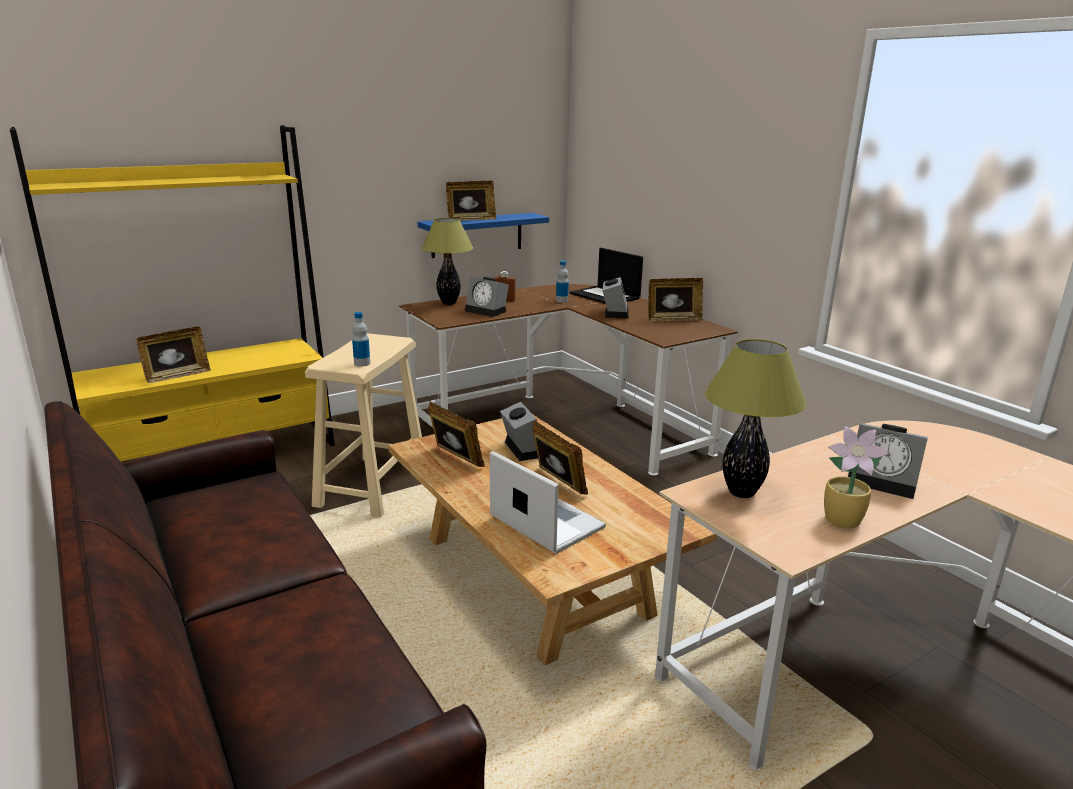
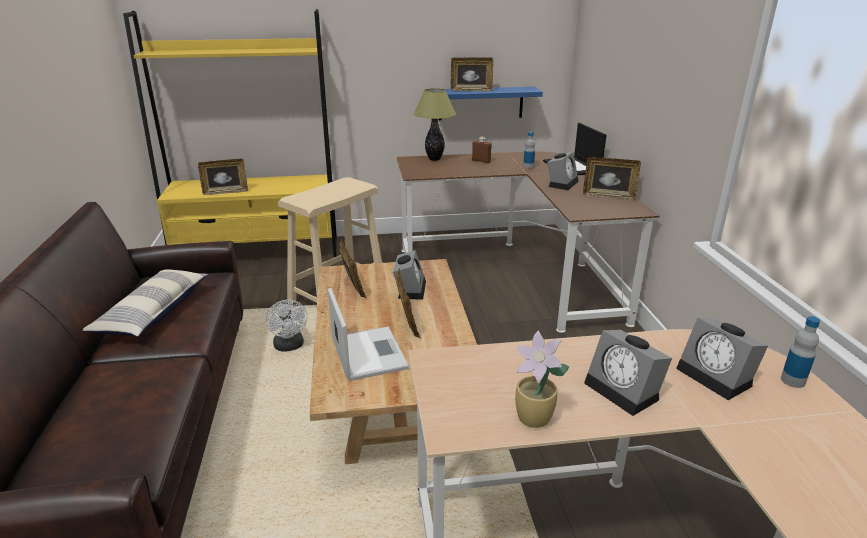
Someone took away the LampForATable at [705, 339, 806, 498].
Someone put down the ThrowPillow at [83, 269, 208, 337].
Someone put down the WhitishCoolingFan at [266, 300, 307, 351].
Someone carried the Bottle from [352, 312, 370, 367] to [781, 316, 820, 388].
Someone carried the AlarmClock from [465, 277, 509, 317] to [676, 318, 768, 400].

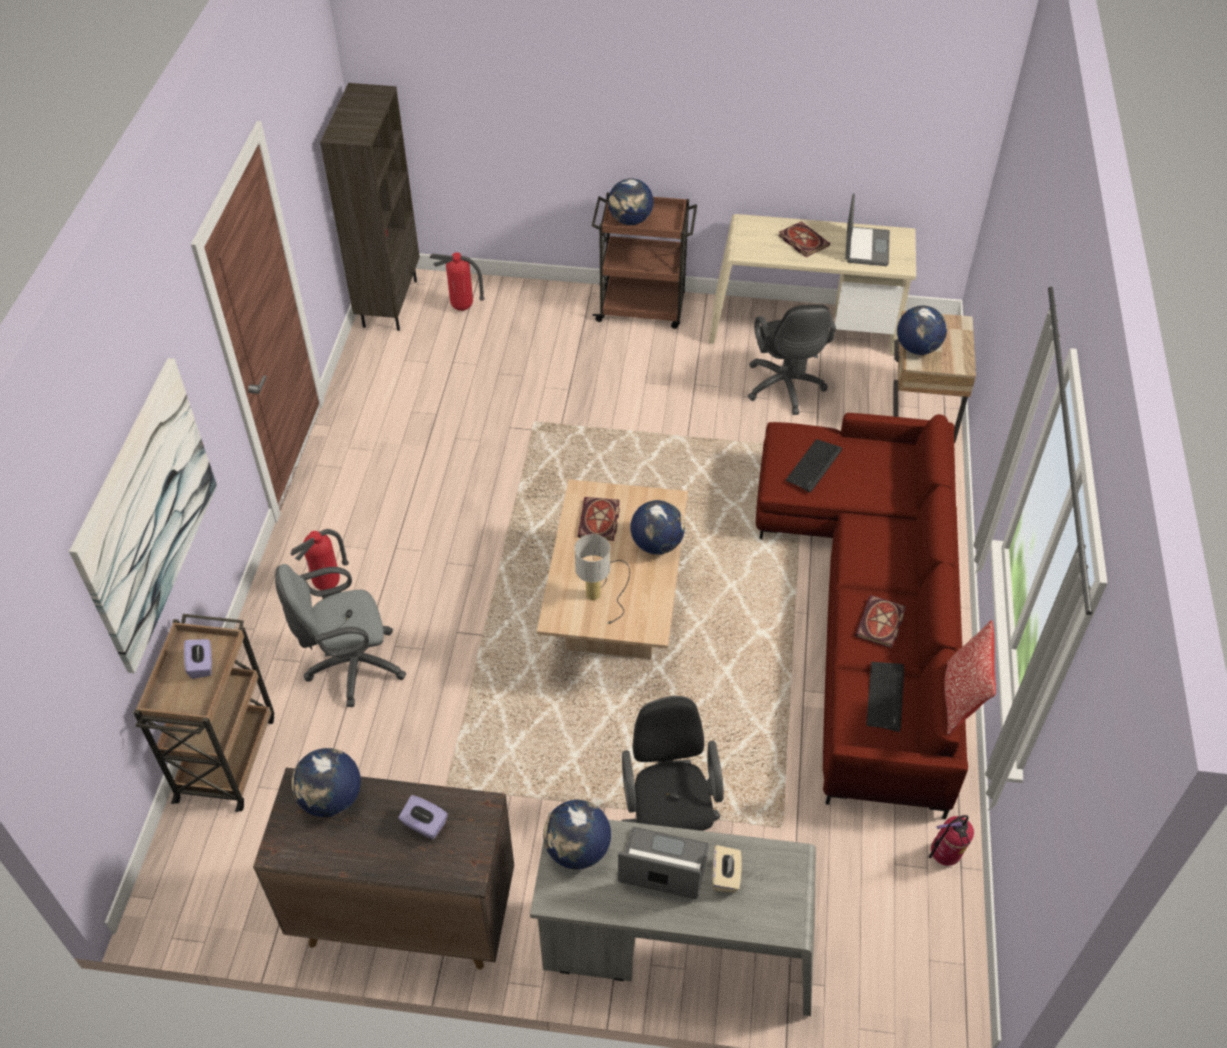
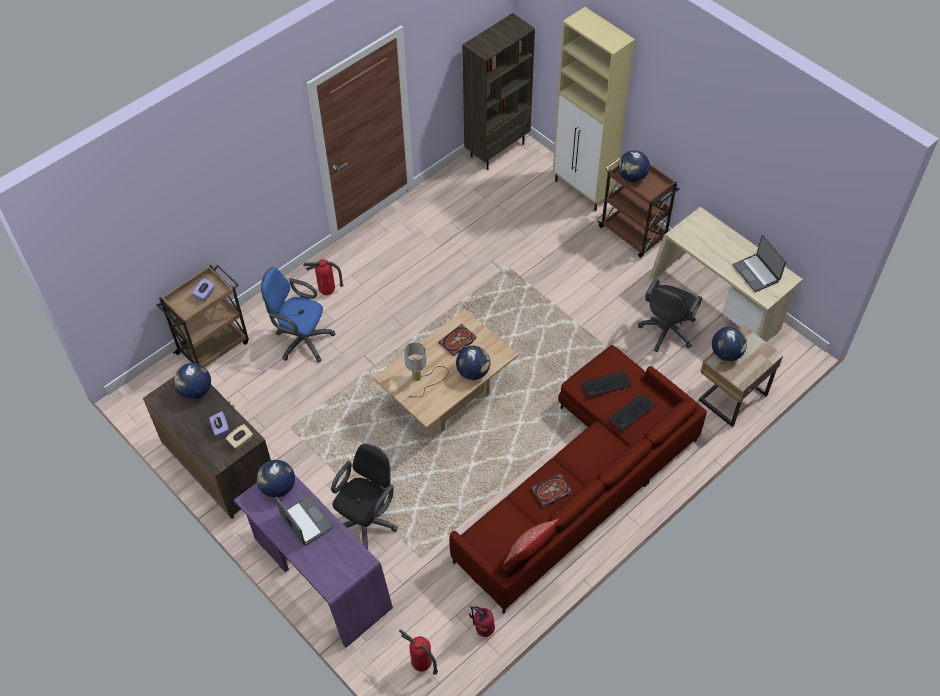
Someone took away the WallPicture at [69, 358, 217, 674].
Someone took away the BoundBook at [778, 221, 830, 257].
Someone put down the BeigeCupboard at [553, 7, 635, 211].
Someone carried the FireExtinguisher from [430, 252, 485, 311] to [399, 630, 438, 675].
Someone carried the BeigeTissueHolder from [712, 845, 742, 893] to [226, 424, 253, 450].
Someone carried the PcKeyboard from [866, 662, 904, 732] to [608, 393, 656, 432].
Someone repainted the GrayComputerChair at [275, 564, 406, 707], which became the BlueComputerChair at [261, 268, 336, 363].
Someone repainted the GrayDesk at [530, 812, 816, 1016], which became the PurpleDesk at [234, 475, 393, 648].
Someone rotated the NotebookComputer at [845, 193, 890, 266] by 105 degrees clockwise.

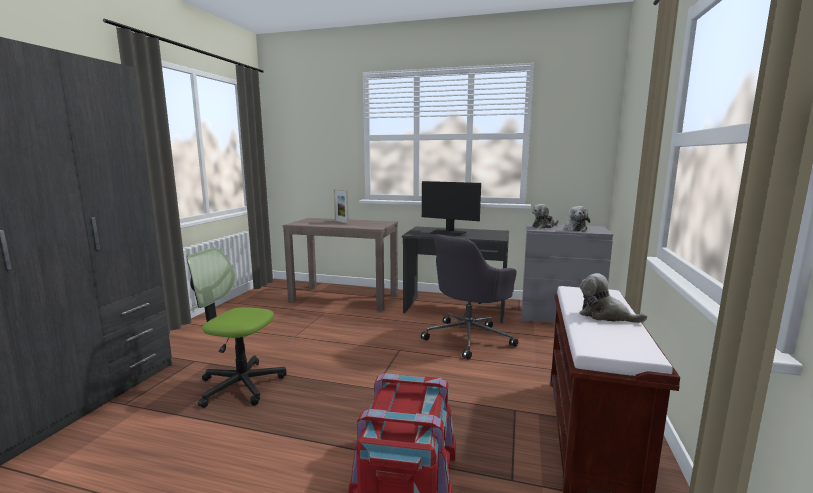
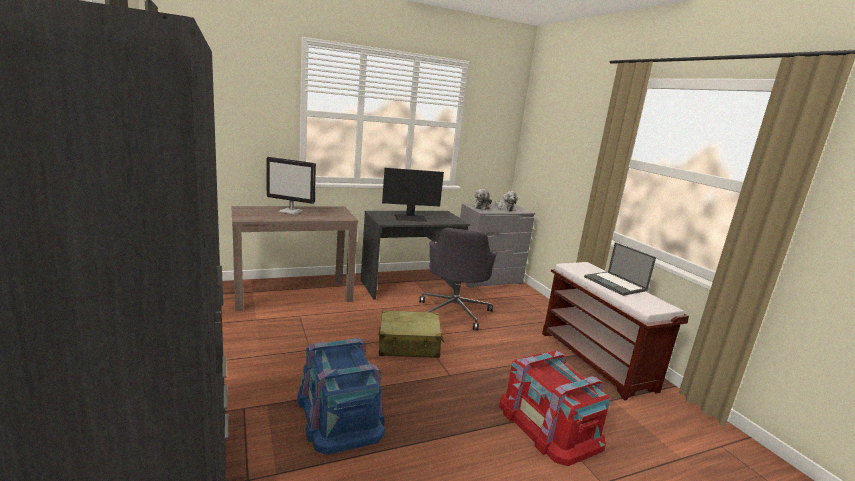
Someone put down the BeigePieceOfLuggage at [379, 310, 444, 358].
Someone swapped the ComputerChair at [187, 247, 287, 408] for the BlueStorageBin at [298, 338, 385, 455].
Someone swapped the StandingFrame at [334, 189, 349, 224] for the ComputerDisplay at [266, 157, 316, 215].
Someone swapped the PlushToy at [580, 273, 647, 323] for the NotebookComputer at [584, 242, 656, 296].

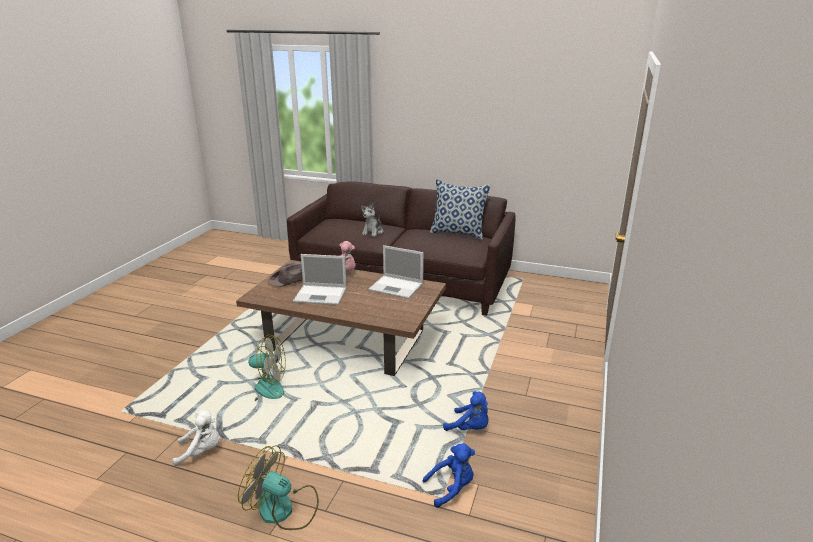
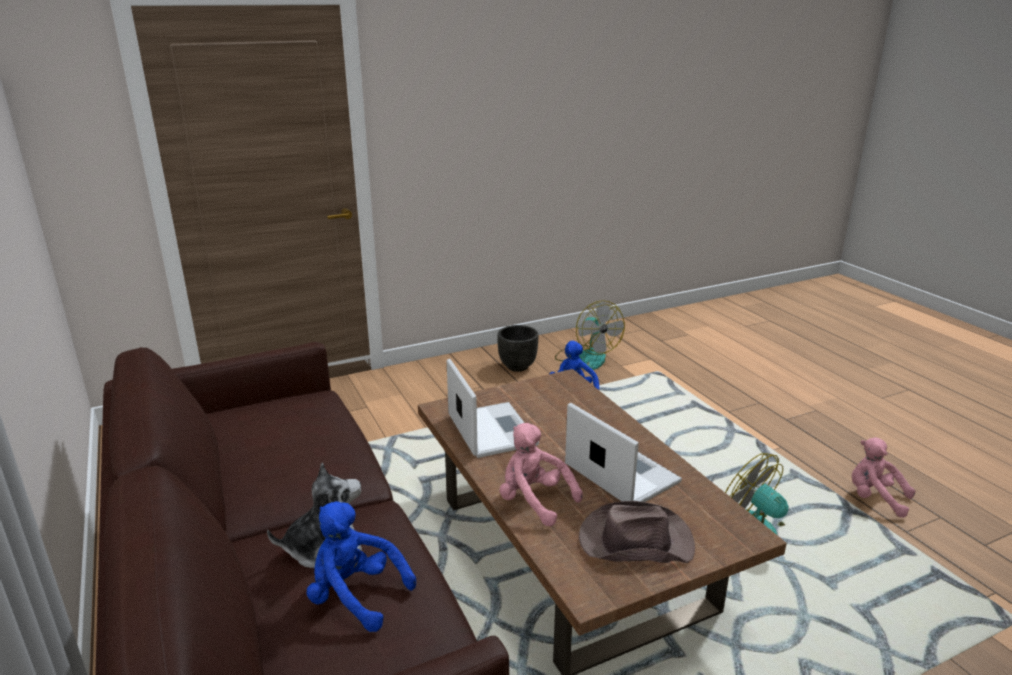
Someone took away the ThrowPillow at [430, 179, 491, 240].
Someone put down the BlackPlantPot at [497, 325, 538, 372].
Someone carried the CoolingFan from [238, 445, 319, 530] to [555, 300, 625, 370].
Someone carried the BluePlushToy from [423, 443, 475, 508] to [306, 501, 416, 632].
Someone repainted the WhitishPlushToy at [172, 410, 220, 466], which became the PinkishPlushToy at [852, 437, 915, 518].

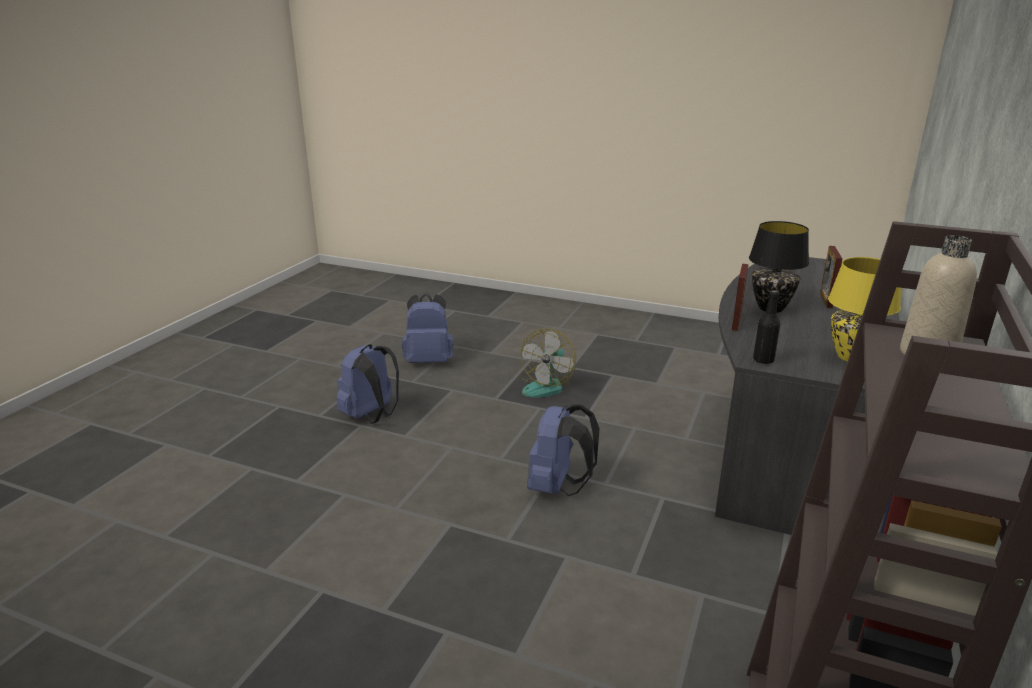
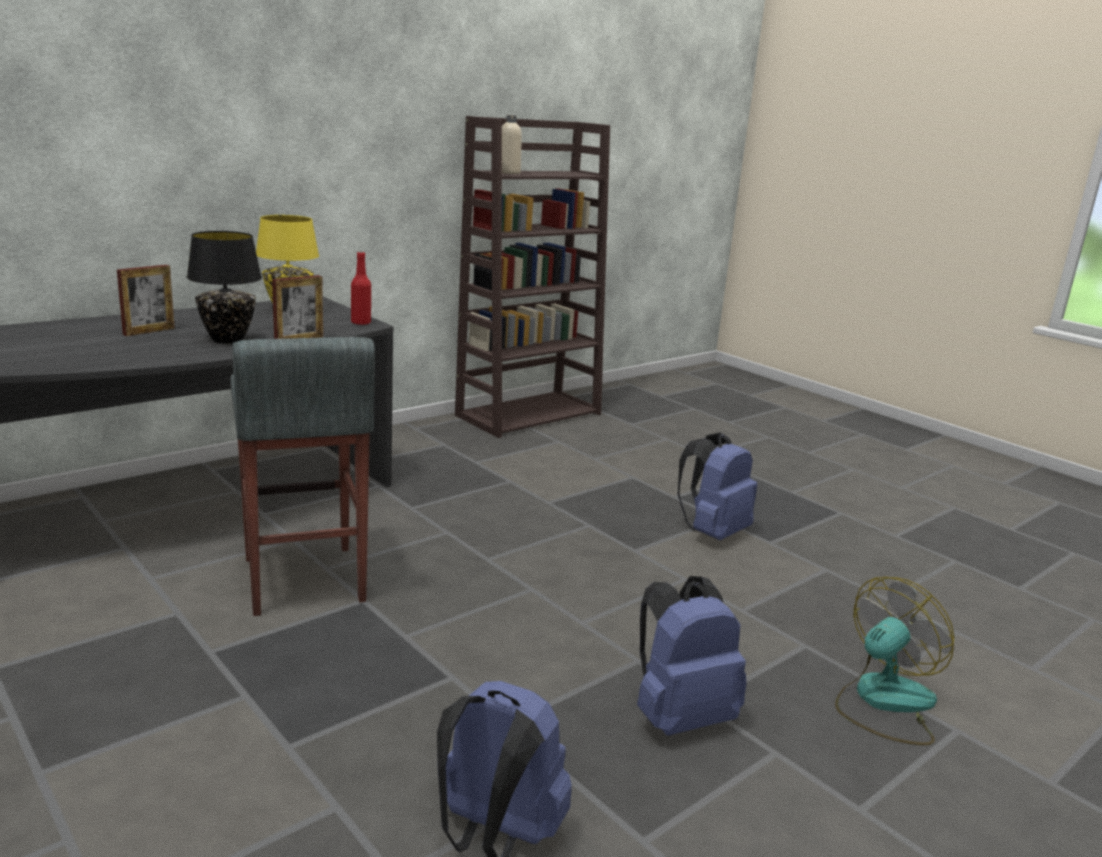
Someone put down the GrayStoolSeat at [231, 337, 375, 616].
Someone carried the CoolingFan from [520, 328, 576, 397] to [835, 577, 954, 745].
Someone carried the BlueKnapsack from [527, 405, 600, 496] to [678, 433, 757, 540].
Someone repainted the BlackBottle at [753, 290, 780, 364], which became the RedBottle at [351, 252, 371, 325].

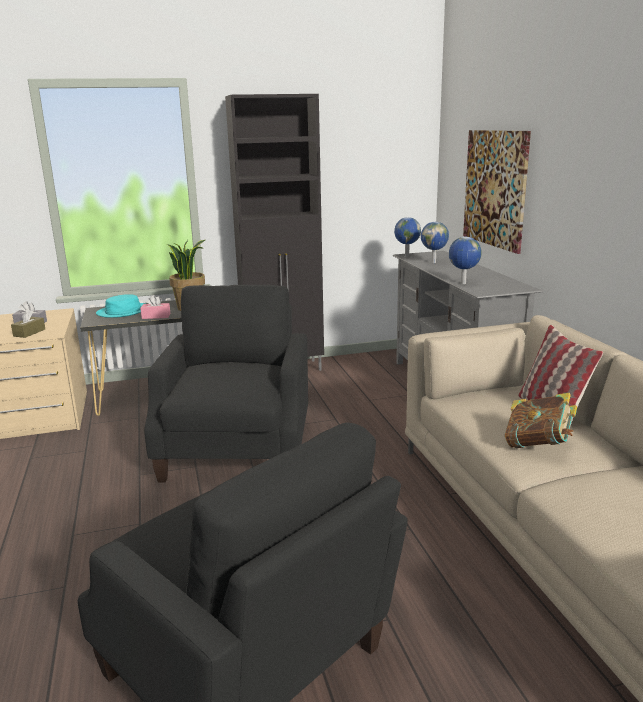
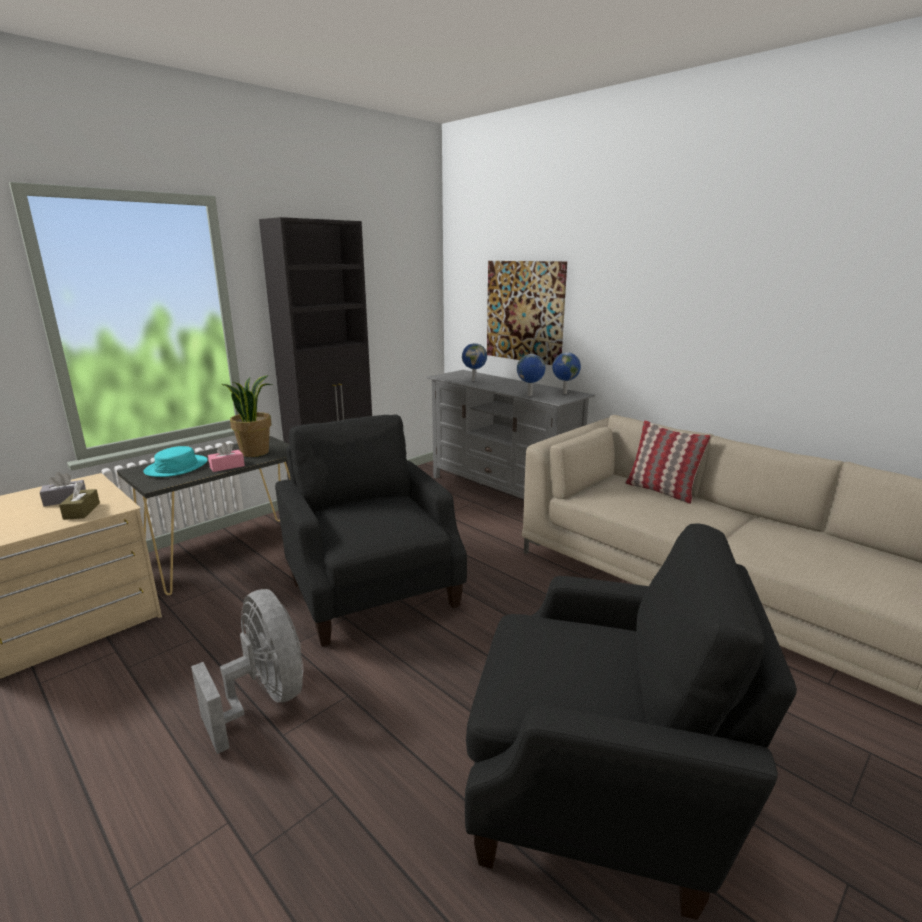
Someone took away the BoundBook at [505, 393, 577, 448].
Someone put down the GrayCoolingFan at [191, 589, 303, 754].
Someone carried the Globe from [394, 217, 421, 257] to [552, 352, 581, 394].

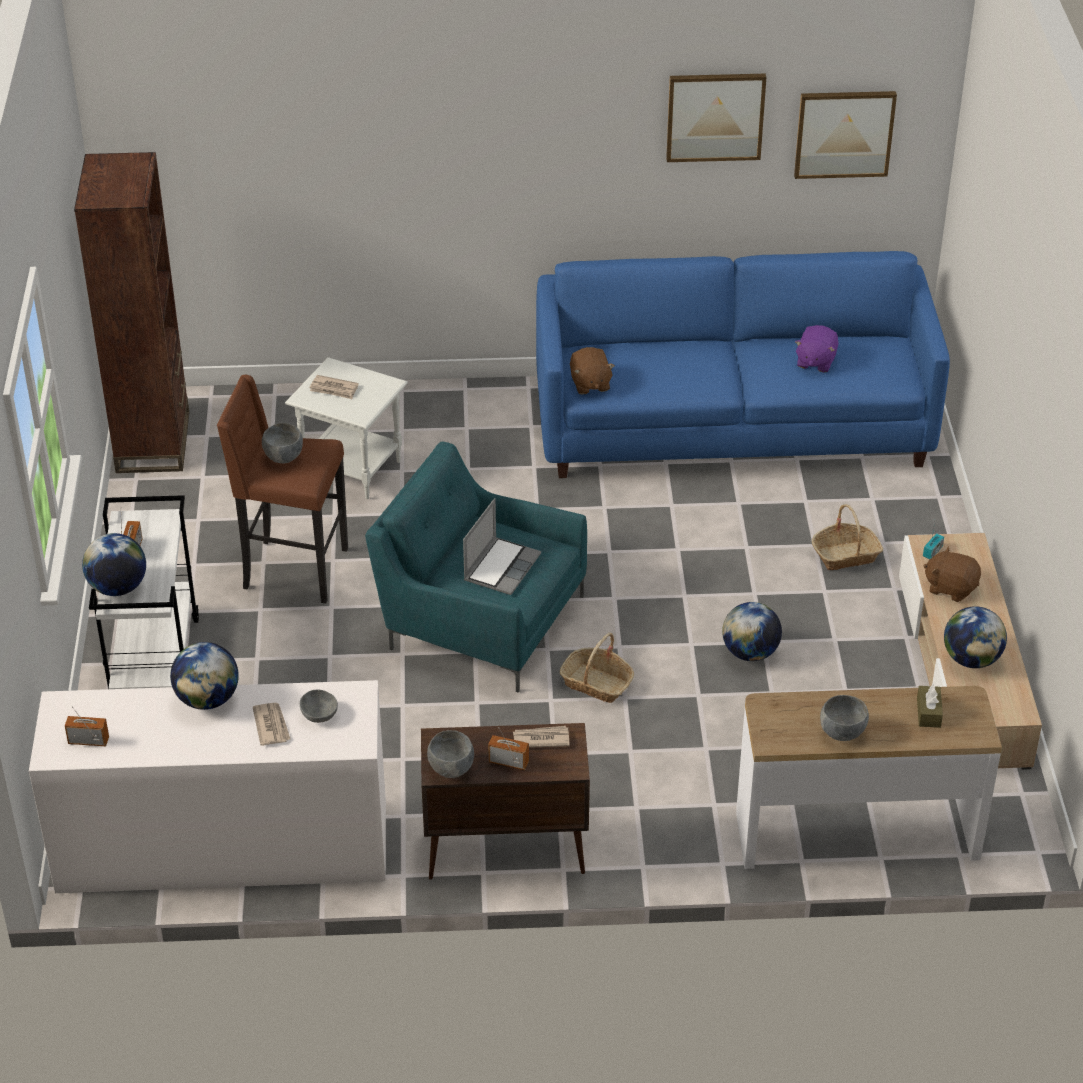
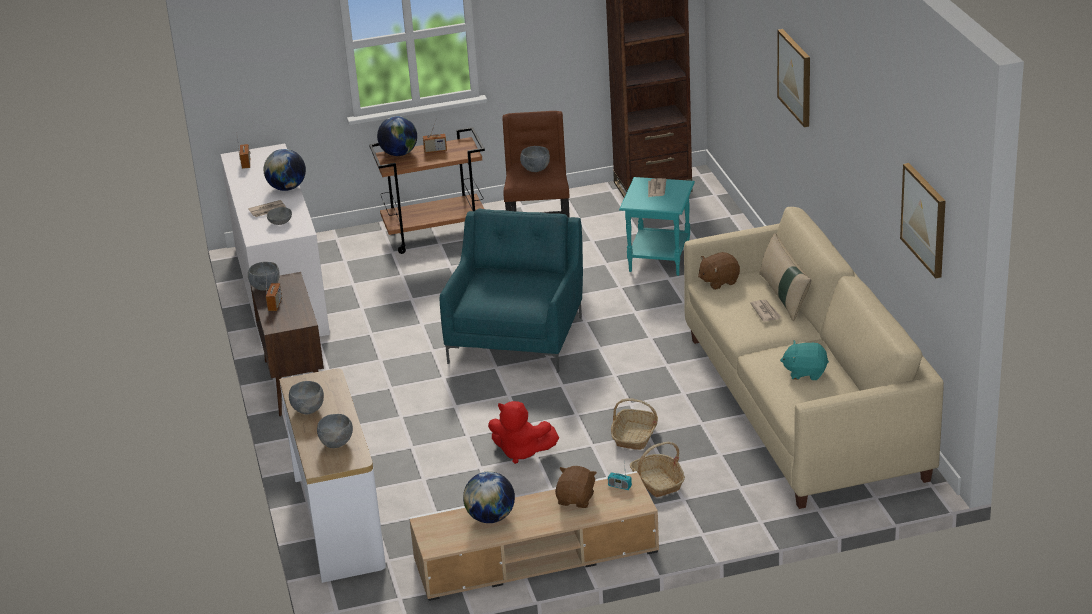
Someone took away the NotebookComputer at [463, 498, 541, 595].
Someone put down the BeigeThrowPillow at [759, 233, 811, 321].
Someone carried the Newspaper from [513, 726, 570, 748] to [750, 300, 782, 322].
Someone carried the HouseholdBasket from [560, 633, 634, 703] to [611, 398, 658, 450].
Someone carried the WallPicture from [666, 74, 766, 162] to [777, 29, 810, 127].
Someone swapped the Globe at [722, 602, 782, 661] for the RedPlushToy at [488, 401, 559, 464].
Someone swapped the BrownColouredTissueHolder at [917, 685, 943, 728] for the GrayServingBowl at [317, 414, 353, 448].
Someone repainted the WhitishCart at [89, 495, 199, 689], which became the BrownColouredCart at [369, 127, 485, 254].
Someone repainted the WhitishSideTable at [285, 357, 408, 499], which became the TurquoiseColouredSideTable at [619, 177, 695, 276].
Someone repainted the BlueSofa at [536, 251, 950, 478], which became the BeigeSofa at [684, 207, 944, 509].
Someone repainted the PurplePlushToy at [795, 325, 839, 373], which became the TurquoiseColouredPlushToy at [780, 341, 829, 380].

